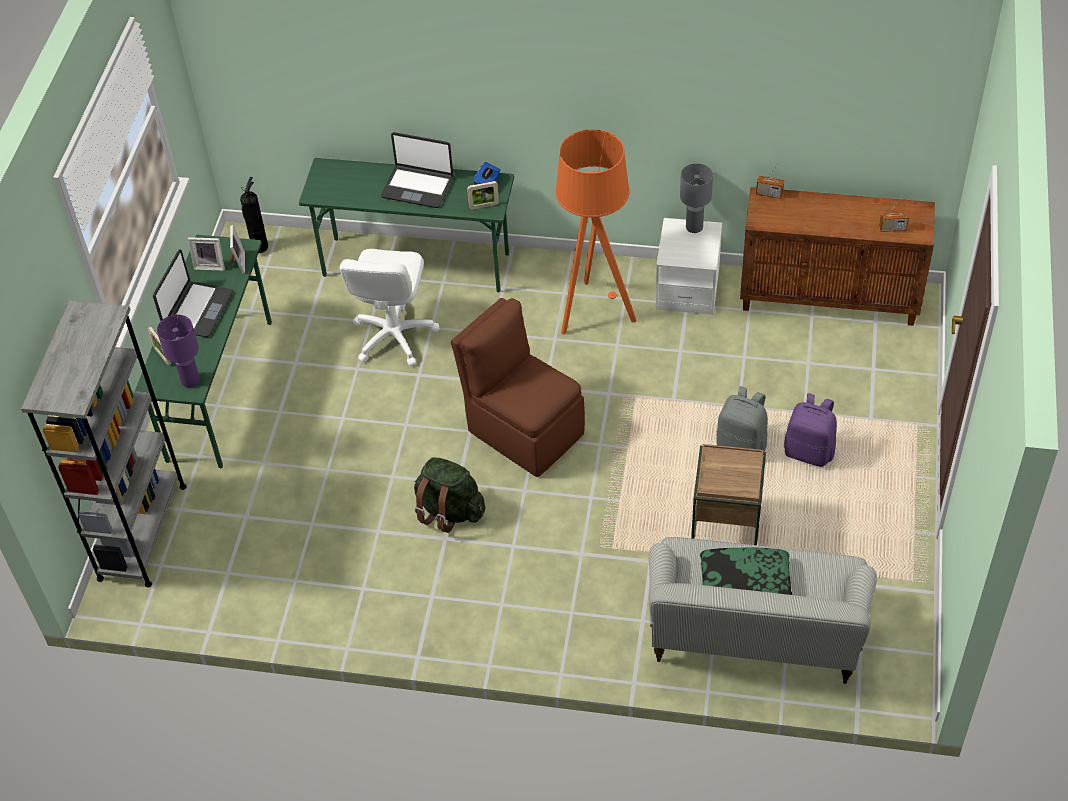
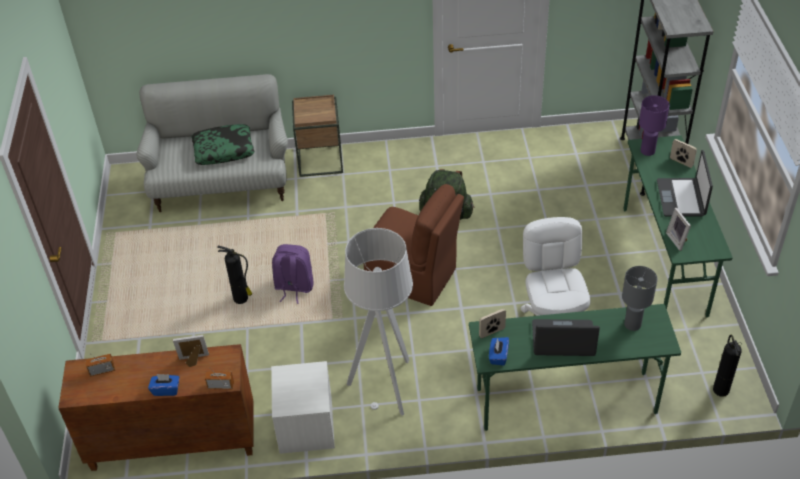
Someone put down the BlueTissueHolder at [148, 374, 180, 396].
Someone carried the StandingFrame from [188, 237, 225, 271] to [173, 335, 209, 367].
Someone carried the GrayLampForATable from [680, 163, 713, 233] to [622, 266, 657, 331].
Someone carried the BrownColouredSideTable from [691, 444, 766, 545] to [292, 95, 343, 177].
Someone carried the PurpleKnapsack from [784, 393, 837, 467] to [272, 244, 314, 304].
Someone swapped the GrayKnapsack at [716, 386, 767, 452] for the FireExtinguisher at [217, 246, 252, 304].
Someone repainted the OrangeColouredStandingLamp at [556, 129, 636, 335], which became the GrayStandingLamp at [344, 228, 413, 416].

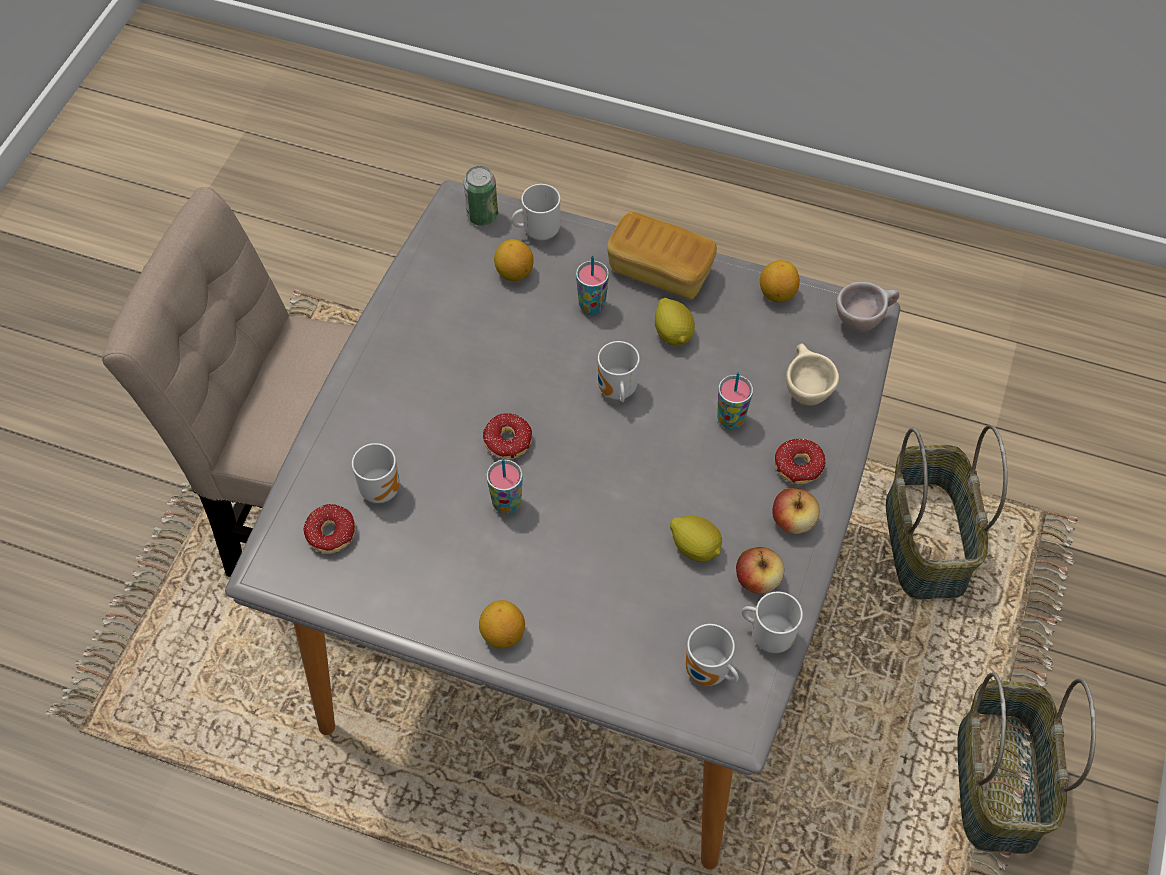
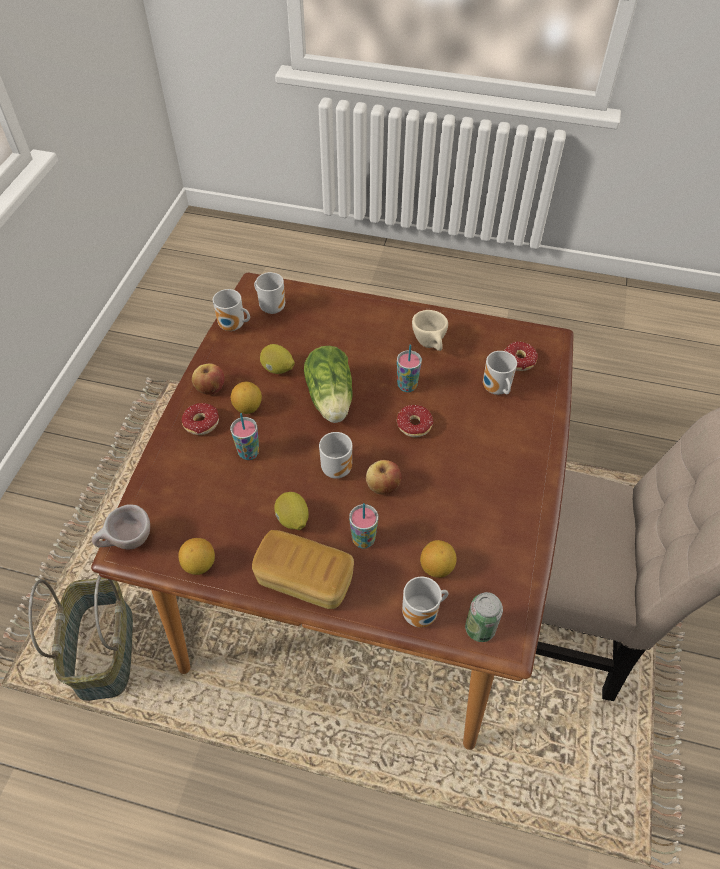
Someone took away the HouseholdBasket at [957, 672, 1096, 854].
Someone put down the LettuceHead at [304, 346, 353, 423].
Someone carried the CitrusFruit from [479, 600, 525, 649] to [231, 381, 262, 414].
Someone carried the AppleFruit from [736, 547, 784, 594] to [366, 460, 401, 495].
Someone carried the BeigeCup from [786, 343, 839, 406] to [412, 310, 448, 351].
Someone repainted the GrayKitchenTable at [225, 180, 900, 869], which became the BrownColouredKitchenTable at [91, 273, 574, 750].

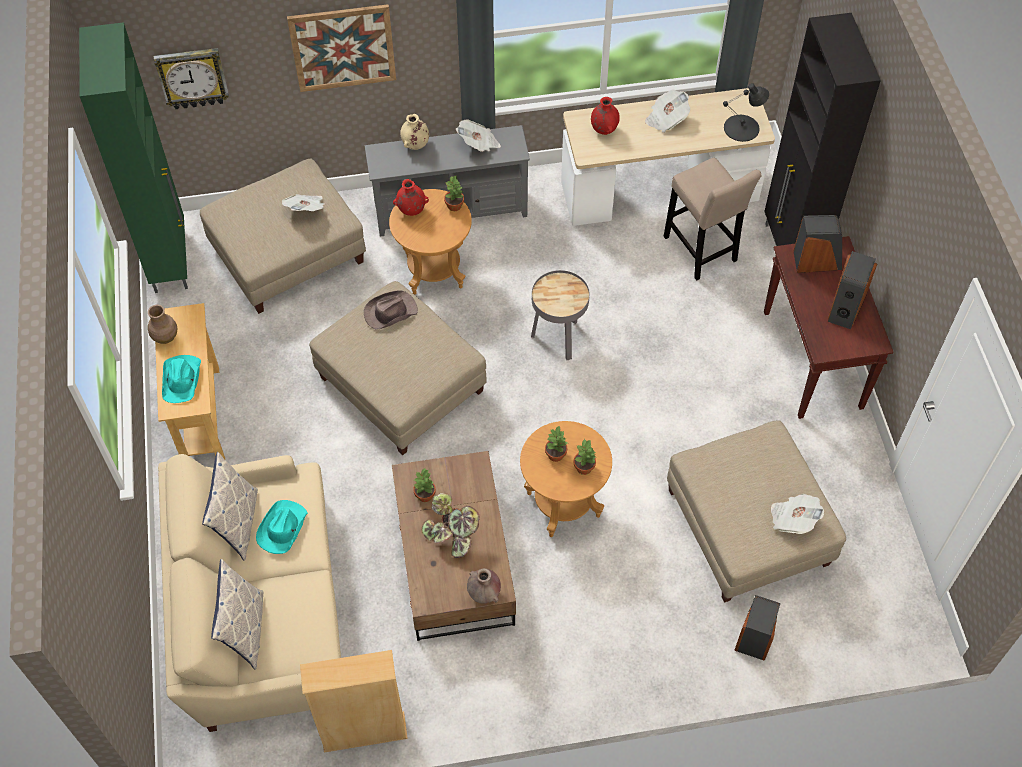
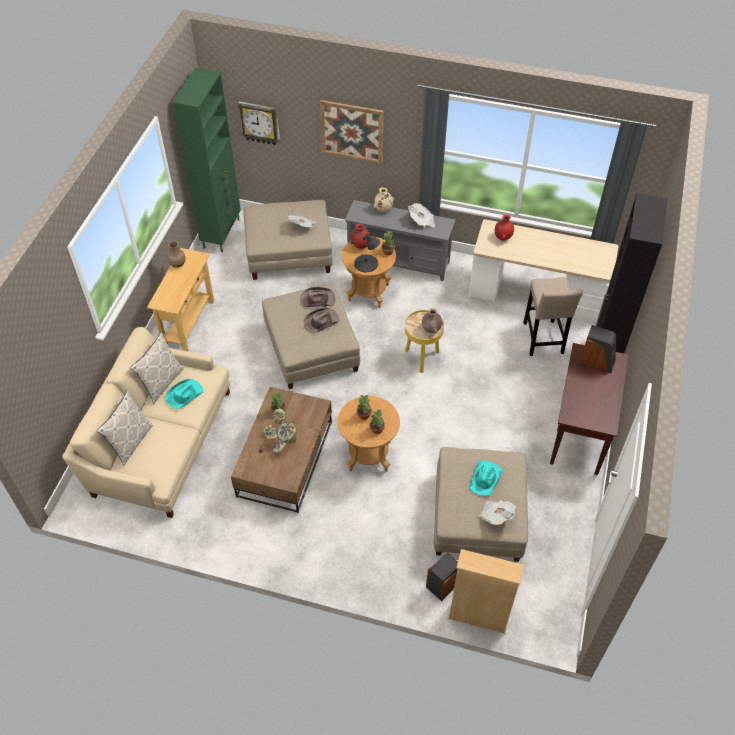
Someone took away the Newspaper at [645, 89, 690, 133].
Someone took away the Speaker at [828, 251, 877, 329].
Someone put down the BrownColouredHat at [304, 307, 339, 333].
Someone carried the TurquoiseColouredHat from [162, 355, 201, 403] to [469, 461, 503, 496].
Someone carried the BeigeBookshelf from [300, 650, 408, 753] to [448, 549, 524, 634].
Someone carried the BrownColouredFlowerVase from [467, 568, 501, 604] to [422, 308, 442, 333].
Someone carried the BlackLampForATable from [723, 83, 769, 142] to [350, 233, 380, 272].
Someone repainted the GraySideTable at [531, 270, 590, 360], which became the YellowColouredSideTable at [405, 310, 444, 373].

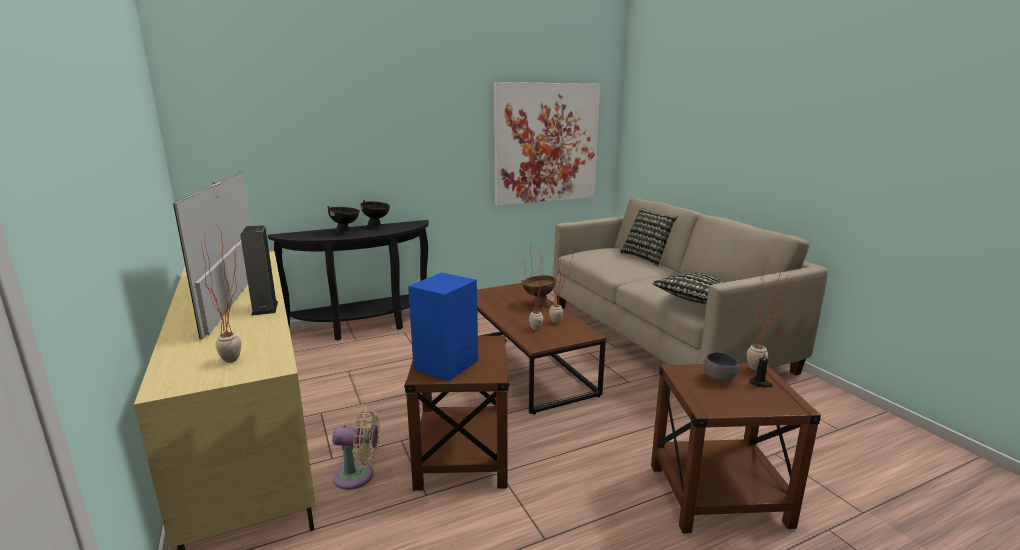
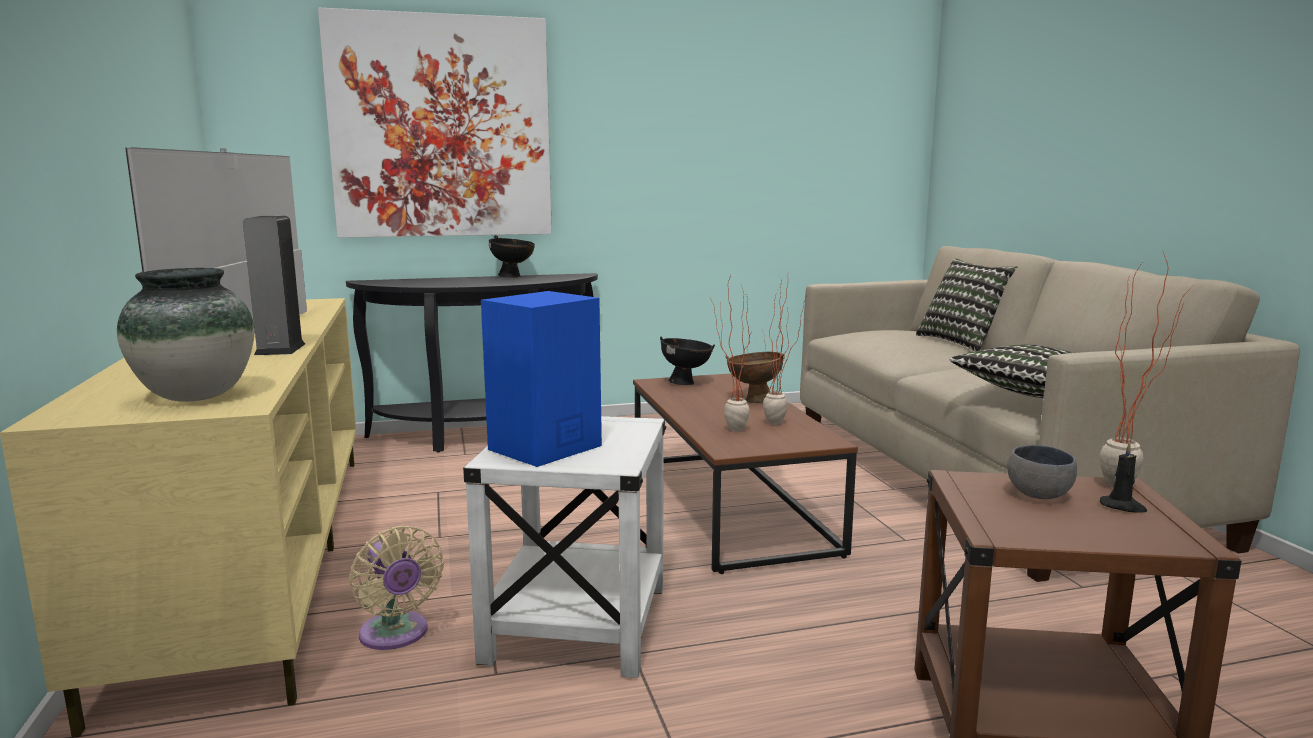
Someone carried the BlackServingBowl from [328, 206, 360, 234] to [660, 337, 715, 385].
Someone carried the WallPicture from [494, 82, 601, 206] to [318, 7, 552, 238].
Someone swapped the PlantInAPot at [201, 223, 241, 363] for the FlowerVase at [117, 268, 254, 402].
Someone repainted the BrownColouredSideTable at [404, 335, 510, 491], which became the WhitishSideTable at [463, 416, 666, 678].
Someone rotated the BeigeCoolingFan at [332, 409, 380, 490] by 45 degrees clockwise.

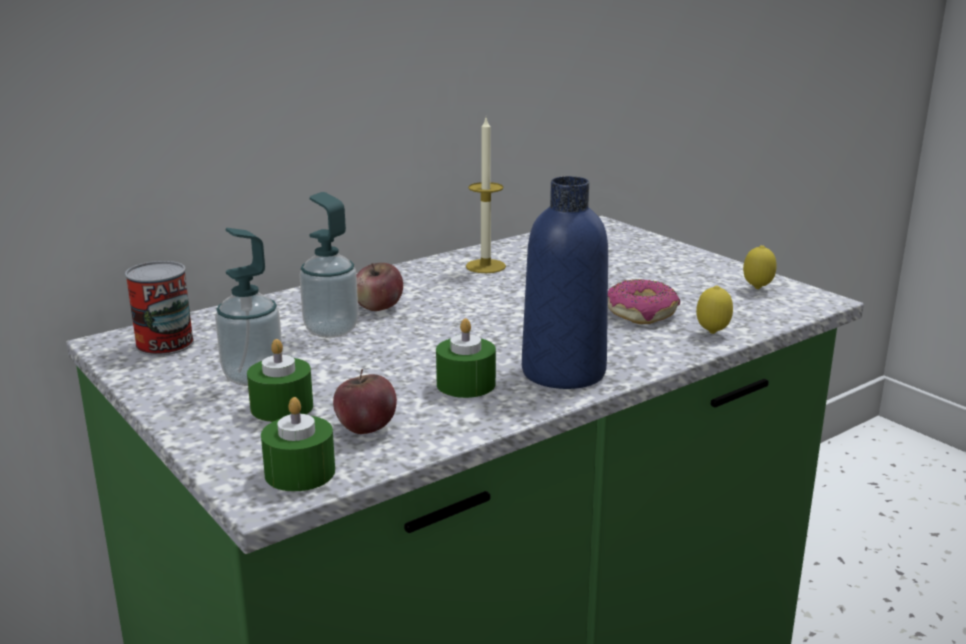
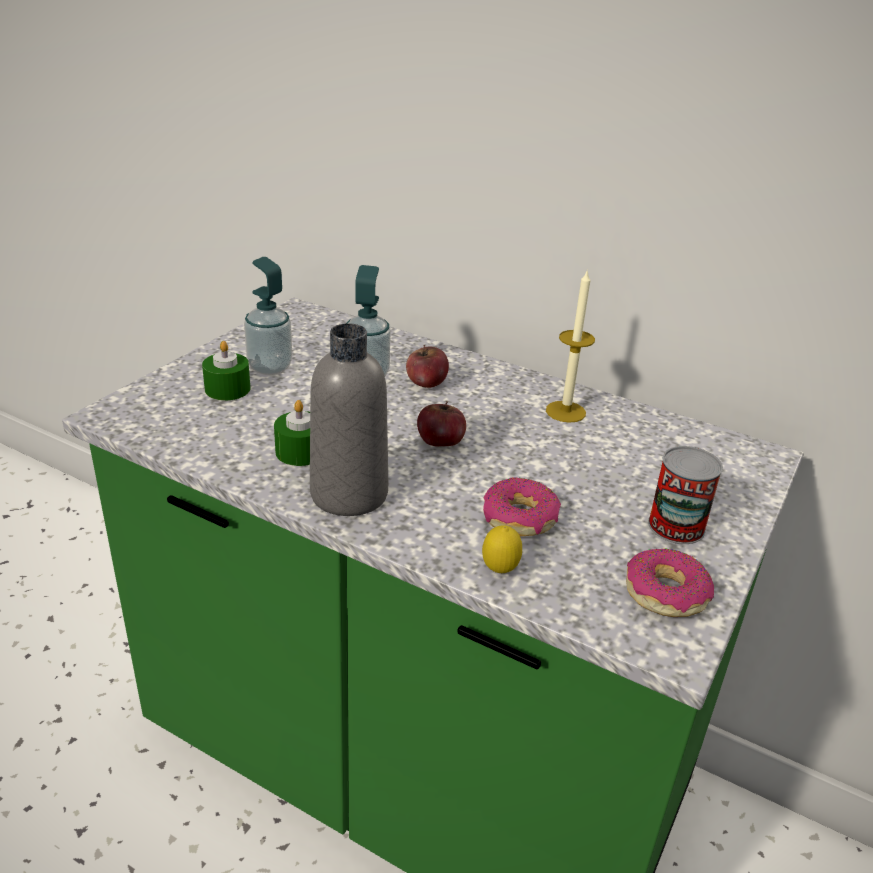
Someone took away the GreenColouredCandle at [261, 397, 335, 491].
Someone carried the SealedCan from [125, 261, 194, 356] to [648, 446, 723, 544].
Someone carried the AppleFruit from [333, 369, 397, 434] to [417, 401, 466, 447].
Someone swapped the CitrusFruit at [743, 245, 776, 289] for the Donut at [626, 548, 714, 617].
Someone repainted the BlueBottle at [522, 176, 608, 389], which became the GrayBottle at [310, 323, 388, 516].

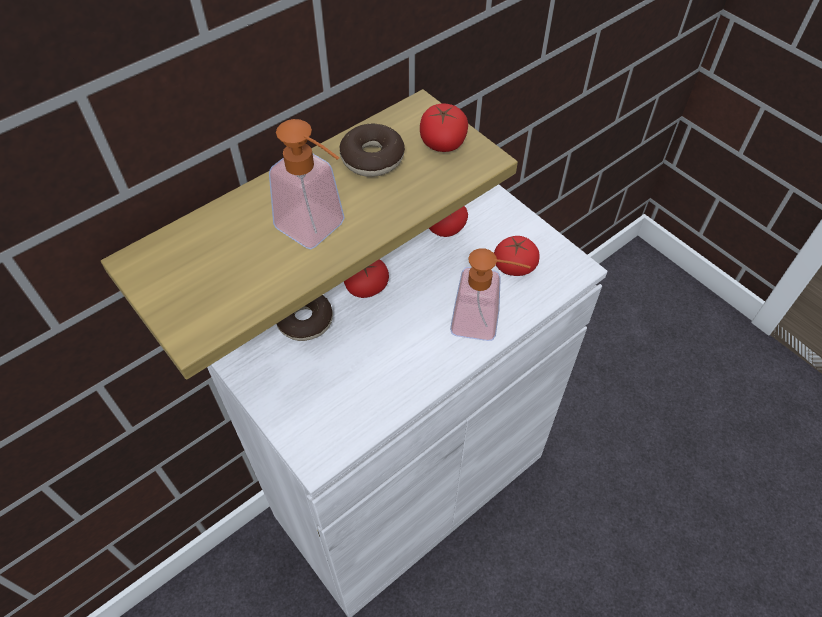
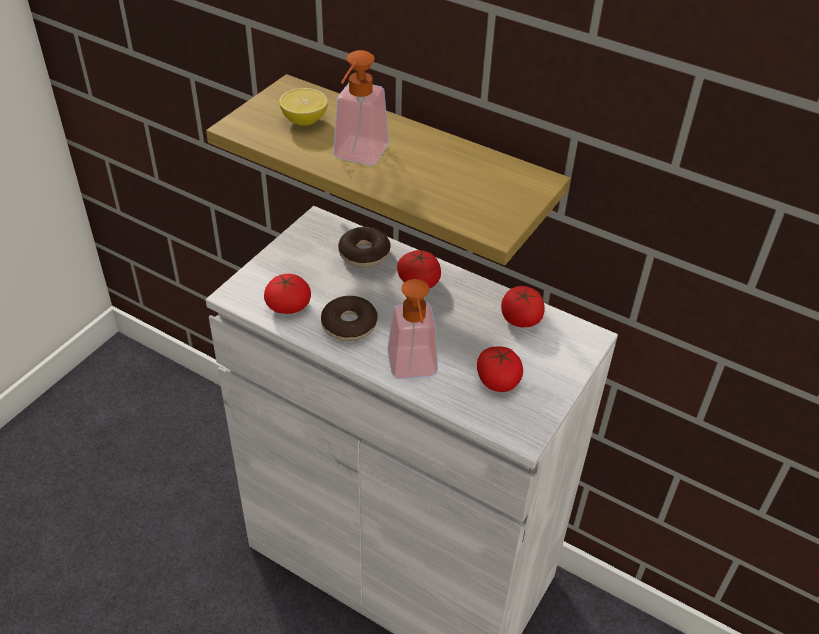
Someone put down the CitrusFruit at [279, 88, 328, 126].
Someone carried the Donut from [340, 124, 405, 177] to [321, 296, 378, 341].
Someone carried the Tomato from [420, 103, 468, 152] to [264, 274, 311, 314].

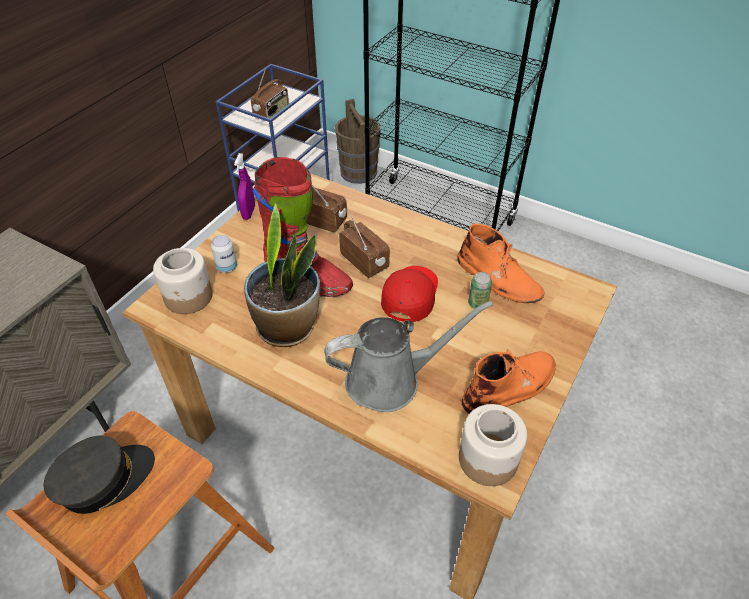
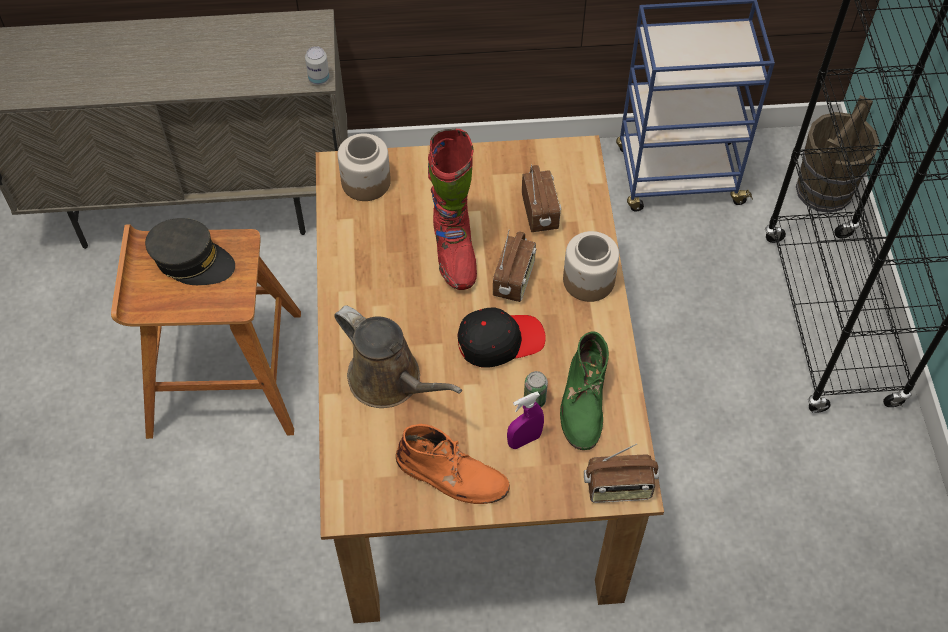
Someone took away the PlantInAPot at [244, 204, 320, 347].
Someone carried the SealedCan from [211, 235, 237, 273] to [305, 46, 330, 85].
Someone carried the PurpleHandSprayer from [234, 153, 255, 220] to [507, 392, 544, 449].
Someone carried the RadioReceiver from [251, 68, 289, 118] to [584, 443, 659, 503].
Someone carried the PreserveJar from [459, 404, 527, 486] to [563, 231, 619, 302].
Someone repainted the GrayWateringPot at [324, 301, 493, 412], which became the BrownColouredWateringPot at [334, 305, 462, 408].
Someone repainted the RedPeakedCap at [381, 266, 438, 322], which became the BlackPeakedCap at [457, 307, 546, 368].
Someone repainted the OrangeColouredBoot at [457, 224, 544, 303], which became the GreenColouredBoot at [560, 331, 609, 450].

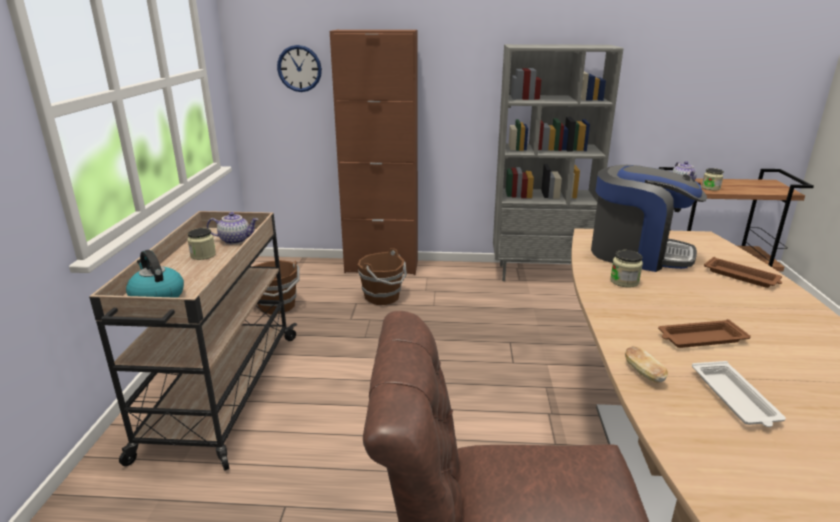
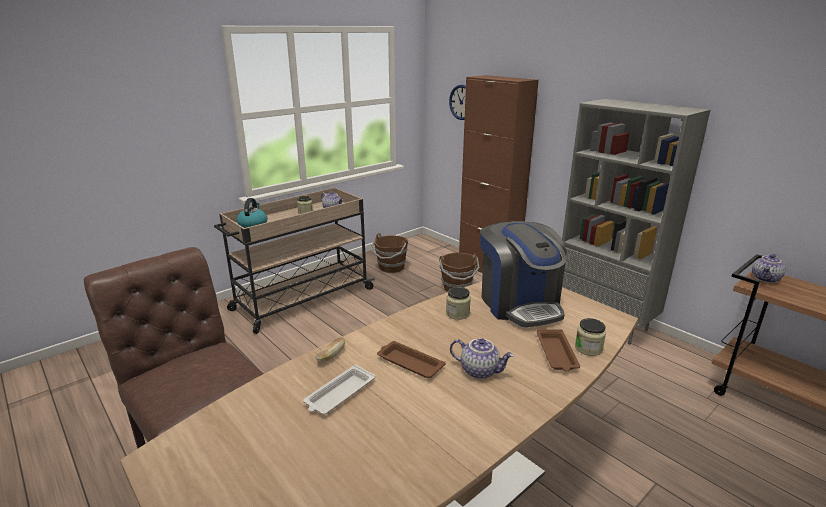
Someone put down the Teapot at [450, 338, 514, 379].
Someone carried the PreserveJar from [702, 168, 724, 191] to [575, 318, 606, 356].

